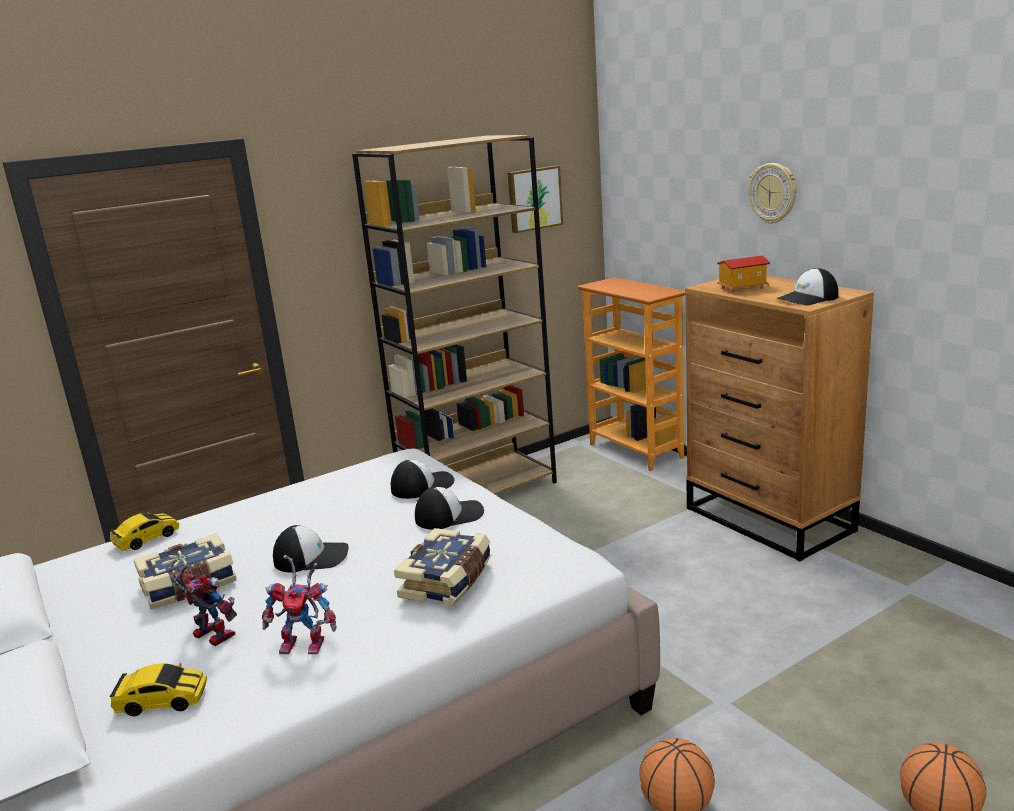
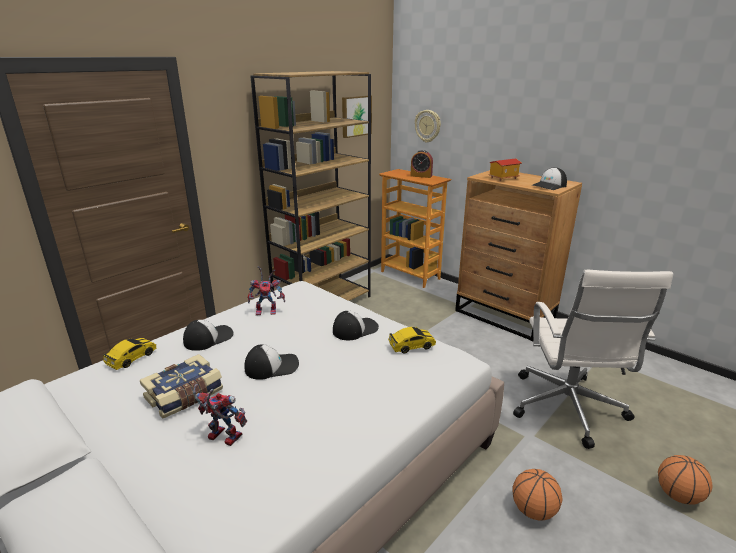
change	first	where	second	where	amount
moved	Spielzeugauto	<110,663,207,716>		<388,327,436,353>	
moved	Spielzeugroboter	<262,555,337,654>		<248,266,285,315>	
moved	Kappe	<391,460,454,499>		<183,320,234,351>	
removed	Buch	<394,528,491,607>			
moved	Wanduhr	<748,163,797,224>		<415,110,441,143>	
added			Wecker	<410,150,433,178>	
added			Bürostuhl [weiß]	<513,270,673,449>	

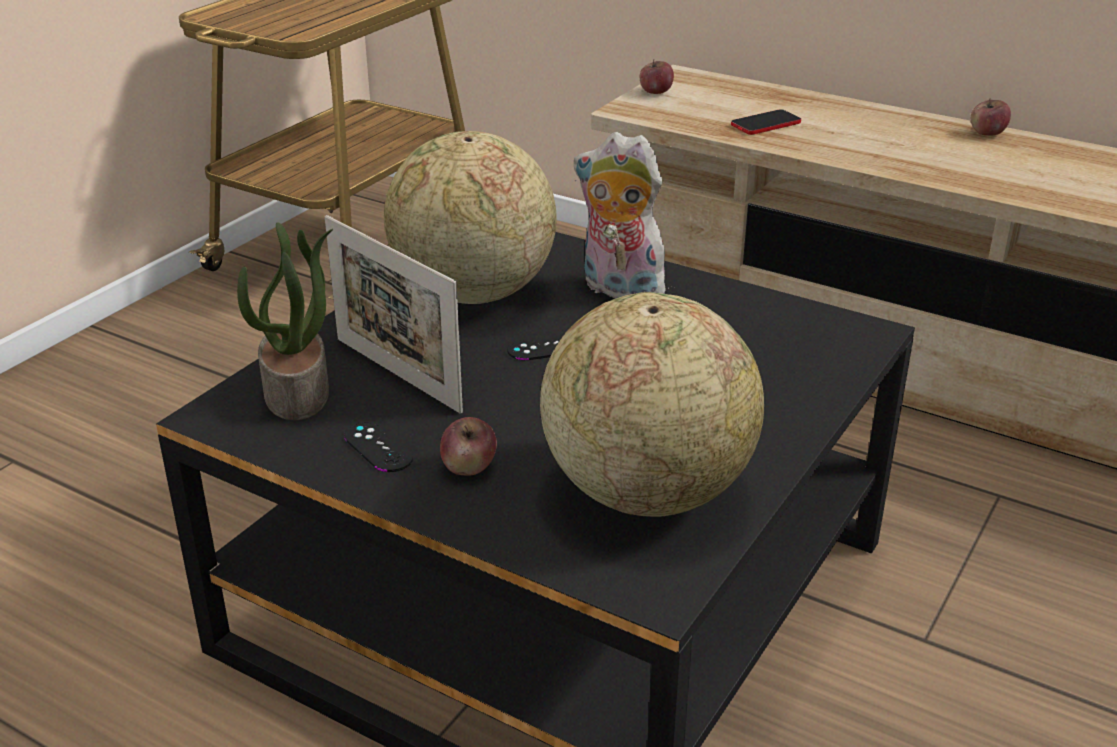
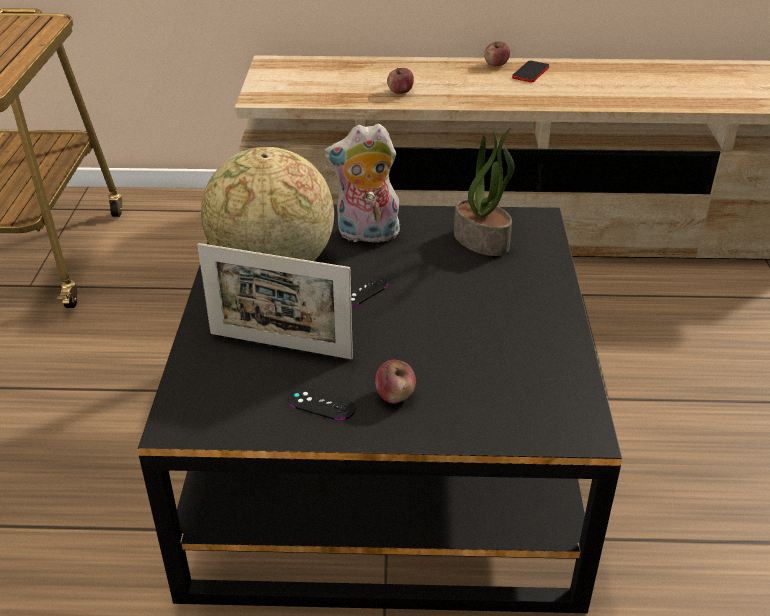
change	first	where	second	where	amount
moved	Topfpflanze	<237,222,333,420>		<454,129,514,256>	
removed	Globus	<540,292,764,517>			
moved	Apfel	<640,59,674,94>		<387,67,414,94>	
moved	Handy	<731,109,801,135>		<512,60,549,83>	

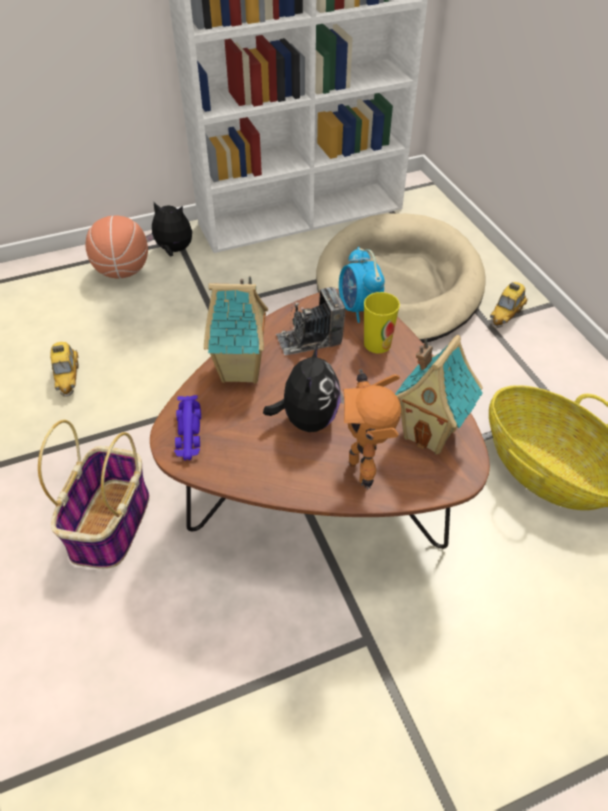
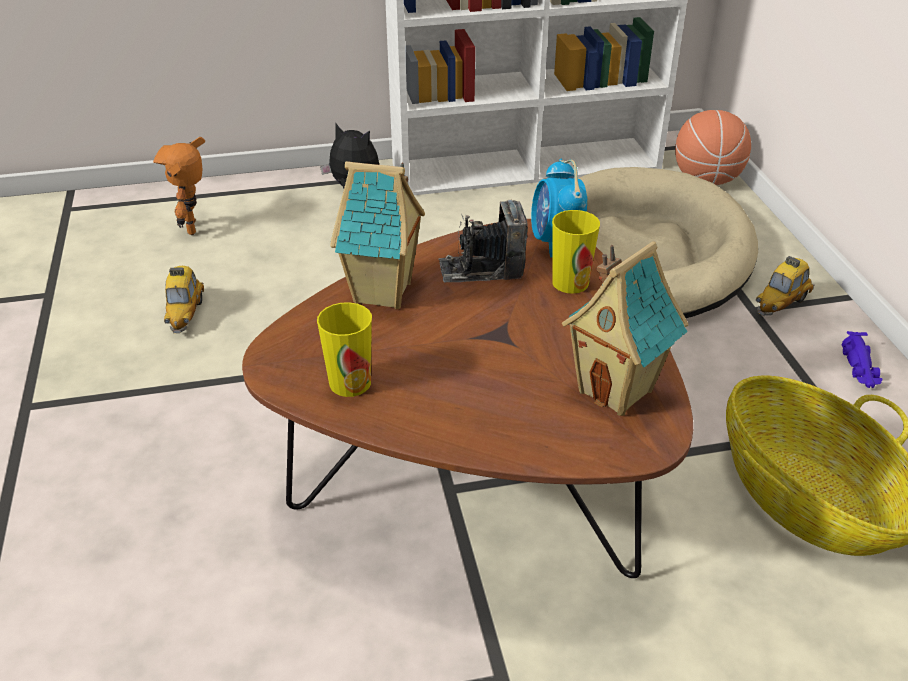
change	first	where	second	where	amount
removed	Korb	<38,420,149,569>			
moved	Basketball	<85,215,148,278>		<675,110,751,185>	
moved	Spielzeugauto [lila]	<174,395,201,461>		<842,331,882,388>	
removed	Plüschtier	<263,342,341,432>			
moved	Spielzeugroboter	<343,369,401,490>		<153,137,205,235>	
added			Tasse	<317,302,372,397>	

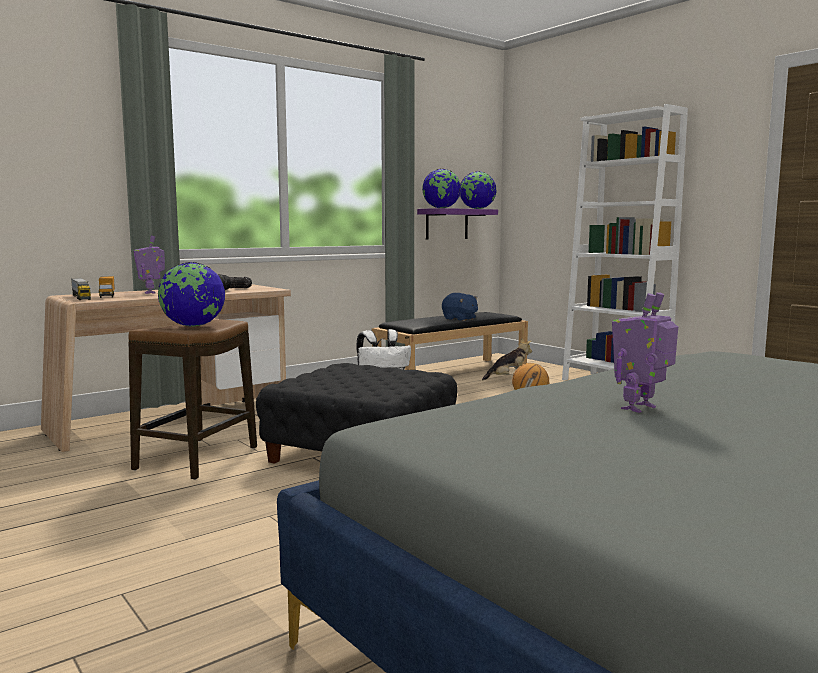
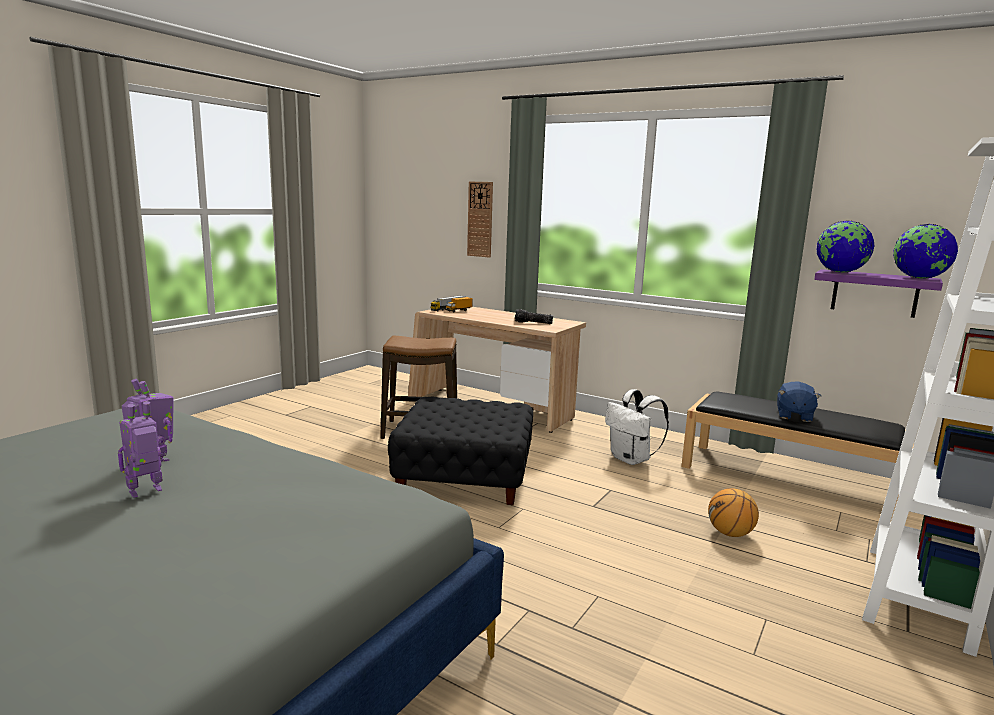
change	first	where	second	where	amount
moved	Spielzeugroboter	<134,236,165,294>		<118,401,162,498>	
removed	Globus	<158,262,226,326>			
removed	Plüschtier	<482,338,532,381>			
added			Wanduhr	<467,182,493,258>	

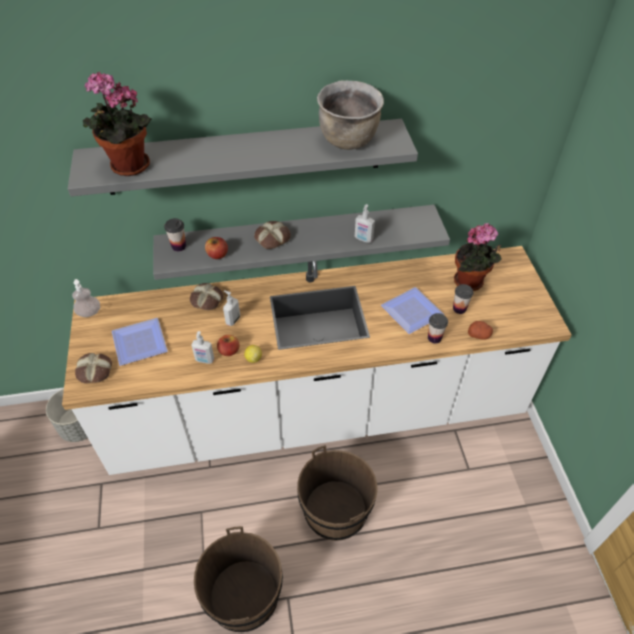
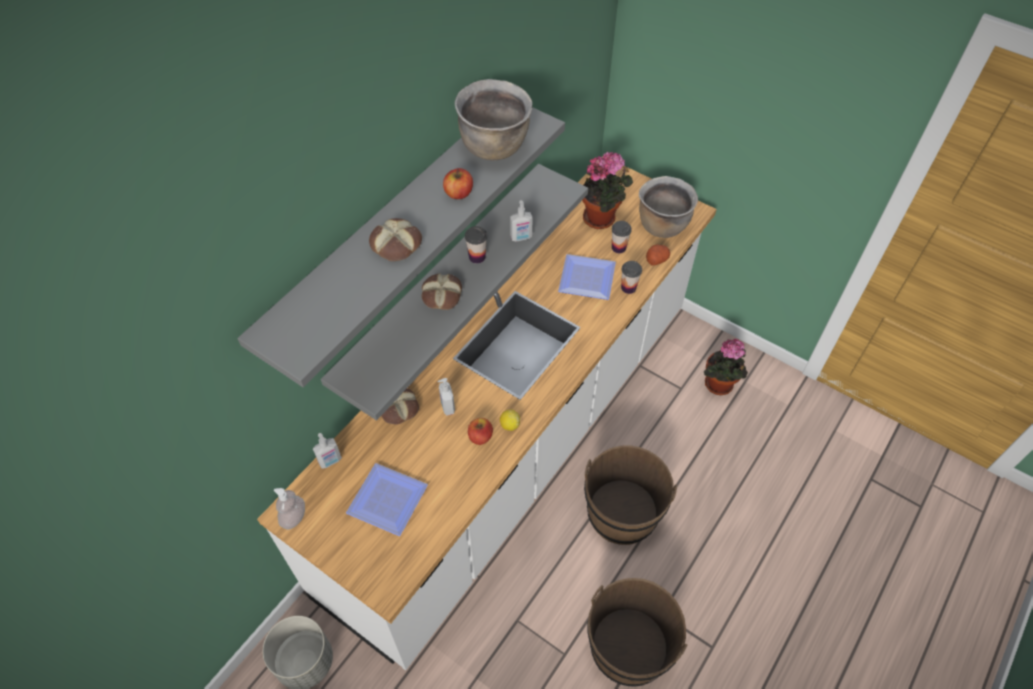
change	first	where	second	where	amount
moved	Brot	<75,353,112,384>		<369,218,422,261>	
moved	Topfpflanze	<83,72,152,176>		<704,339,748,395>	
moved	Tasse	<164,218,186,252>		<465,226,487,264>	
moved	Seifenspender	<191,331,214,364>		<313,433,342,468>	
moved	Apfel	<205,237,228,259>		<443,168,473,199>	
added			Kochtopf [braun]	<639,176,698,238>	

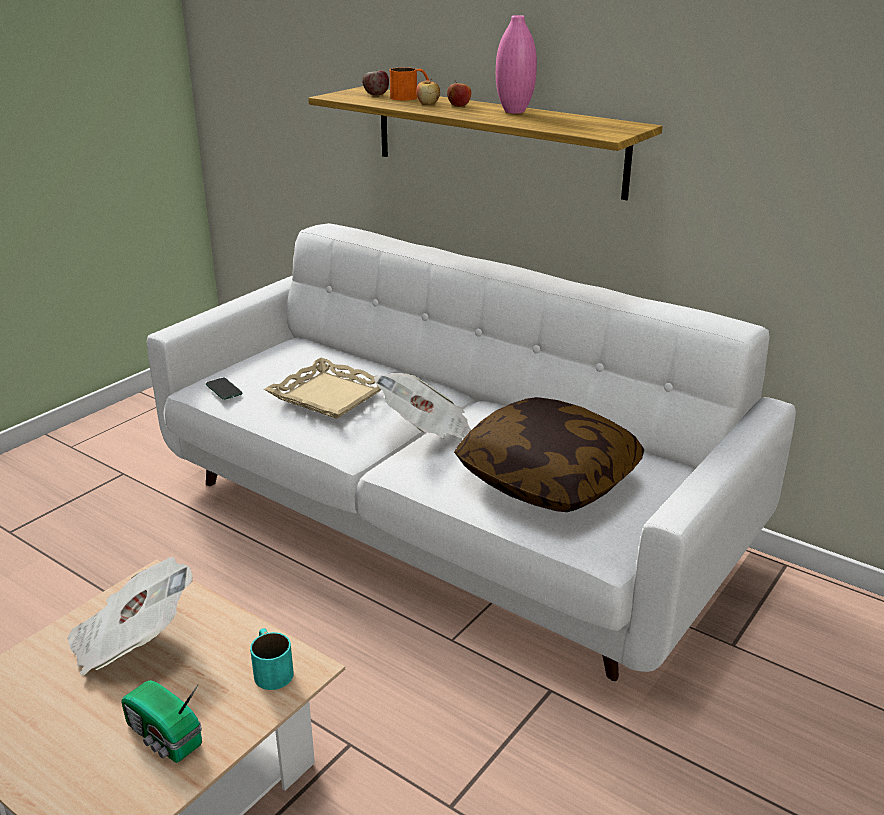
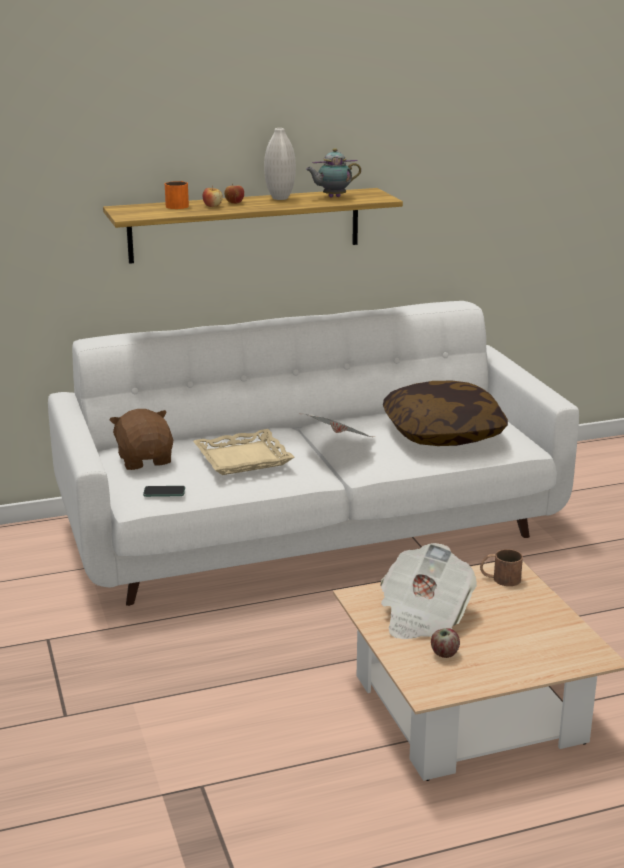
change	first	where	second	where	amount
removed	Radio	<121,680,202,763>			
recoloured	Henkelbecher [türkis]	<250,628,294,690>	Henkelbecher [braun]	<480,549,523,586>	
moved	Apfel	<362,70,389,95>		<431,628,460,658>	
recoloured	Vase [rosa]	<496,15,537,113>	Vase [weiß]	<264,128,296,200>	
added			Plüschtier [braun]	<109,409,173,470>	
added			Teekanne	<306,148,361,198>	

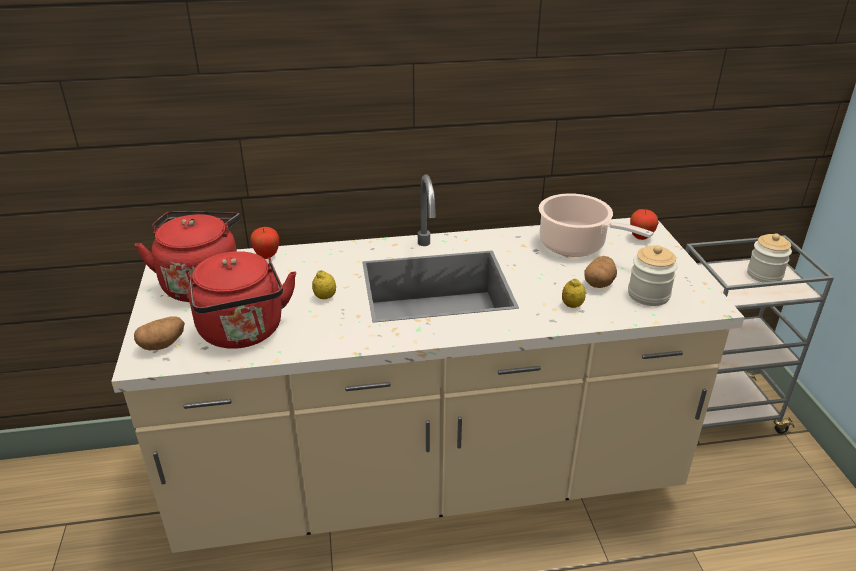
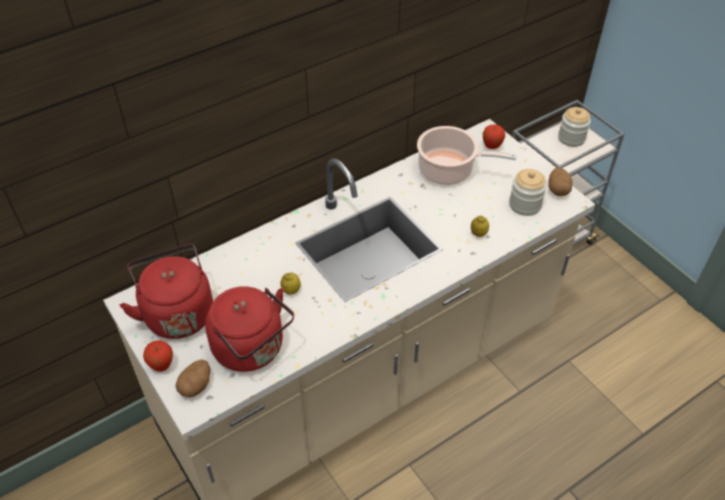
change	first	where	second	where	amount
moved	Apfel	<250,227,279,259>		<143,341,173,372>	
moved	Kartoffel	<584,256,617,288>		<548,168,573,196>	

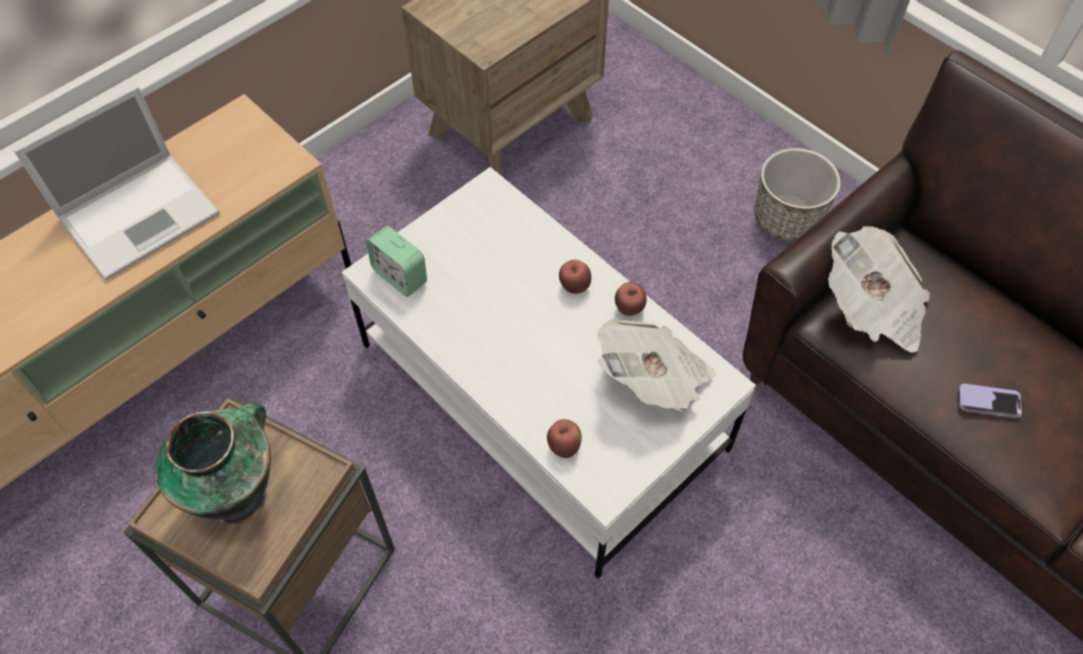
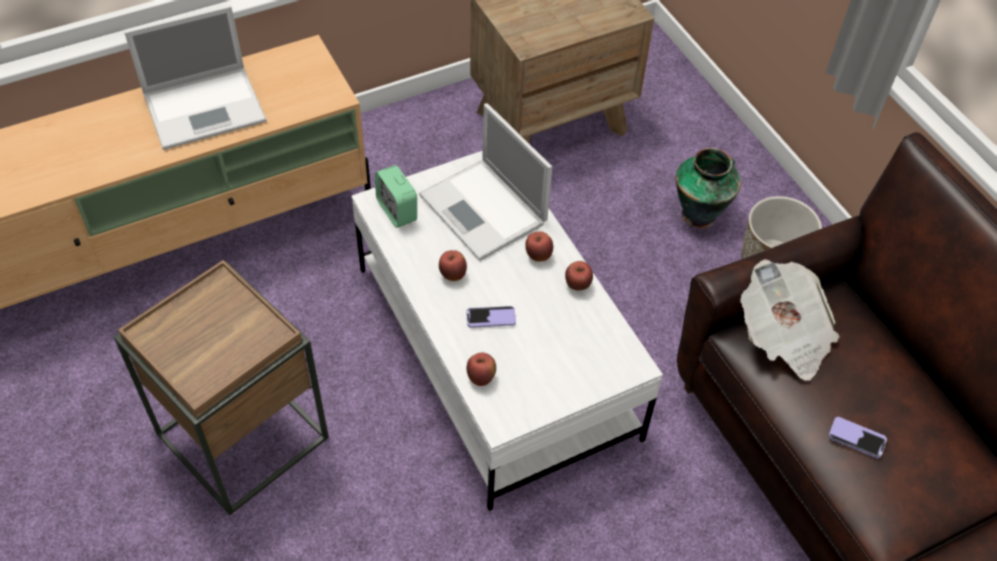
change	first	where	second	where	amount
moved	Vase	<155,401,271,525>		<676,148,741,228>	
removed	Zeitung	<597,319,716,412>			
added			Laptop	<419,103,552,261>	
added			Apfel	<439,250,467,281>	
added			Handy	<466,306,516,328>	

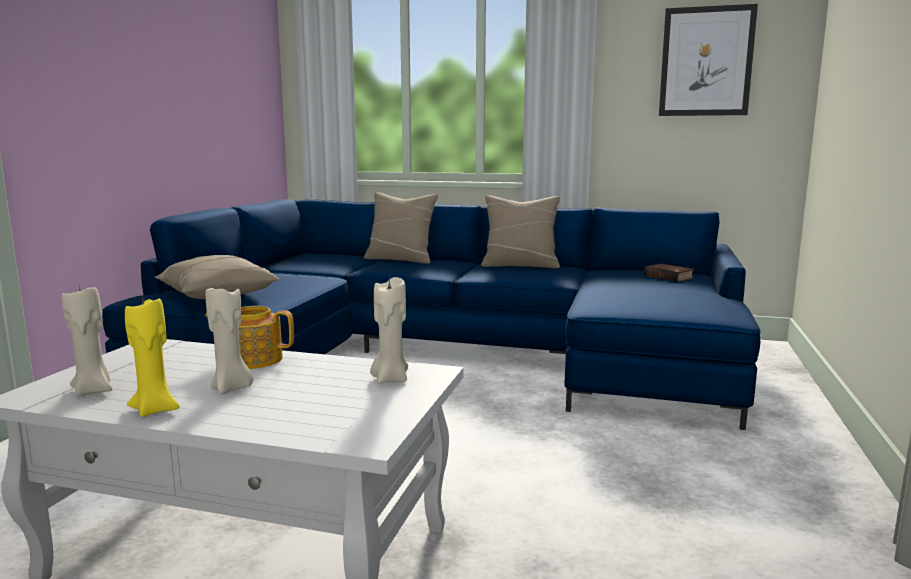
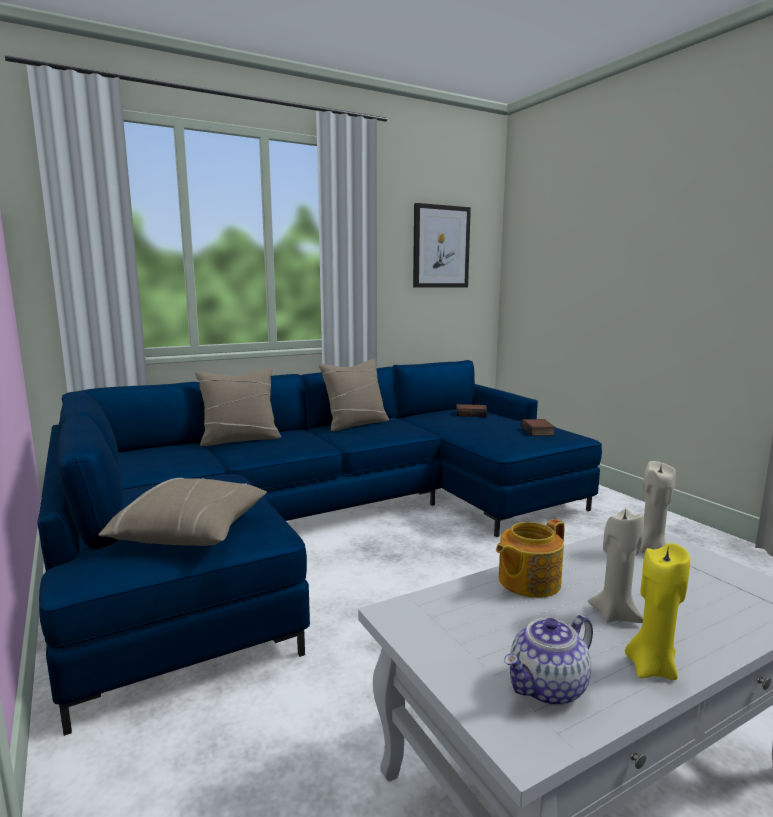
change	first	where	second	where	amount
replaced	Kerze [beige]	<62,286,112,396>	Teekanne	<504,615,593,706>	
added			Buch	<521,419,556,436>	

